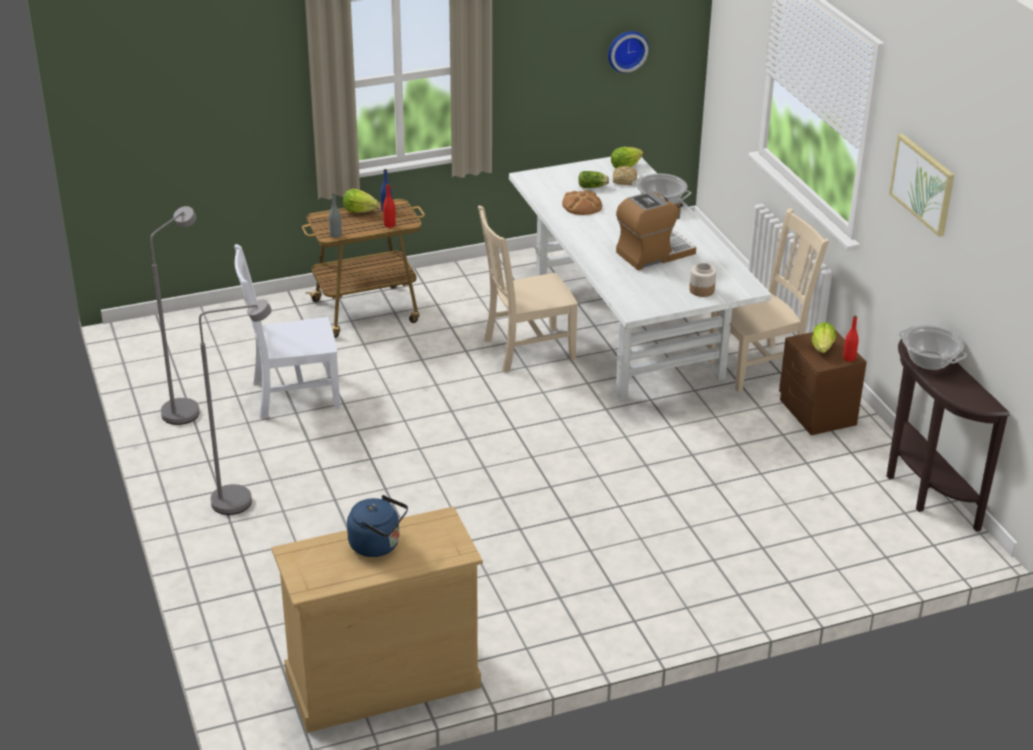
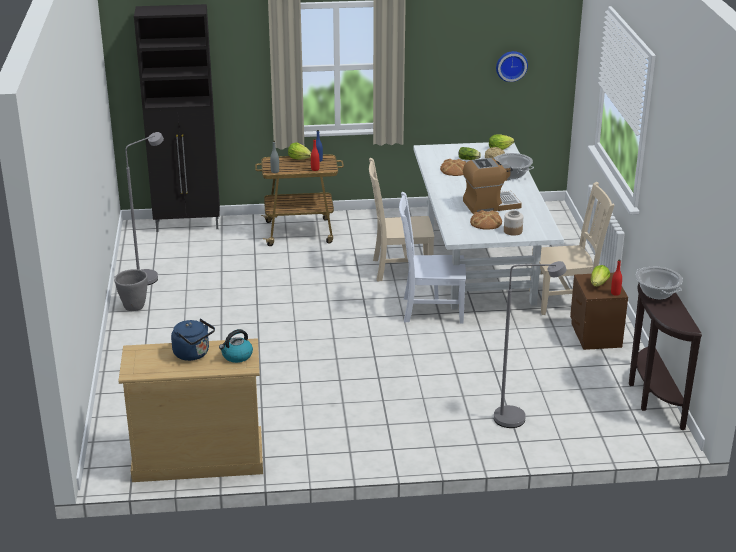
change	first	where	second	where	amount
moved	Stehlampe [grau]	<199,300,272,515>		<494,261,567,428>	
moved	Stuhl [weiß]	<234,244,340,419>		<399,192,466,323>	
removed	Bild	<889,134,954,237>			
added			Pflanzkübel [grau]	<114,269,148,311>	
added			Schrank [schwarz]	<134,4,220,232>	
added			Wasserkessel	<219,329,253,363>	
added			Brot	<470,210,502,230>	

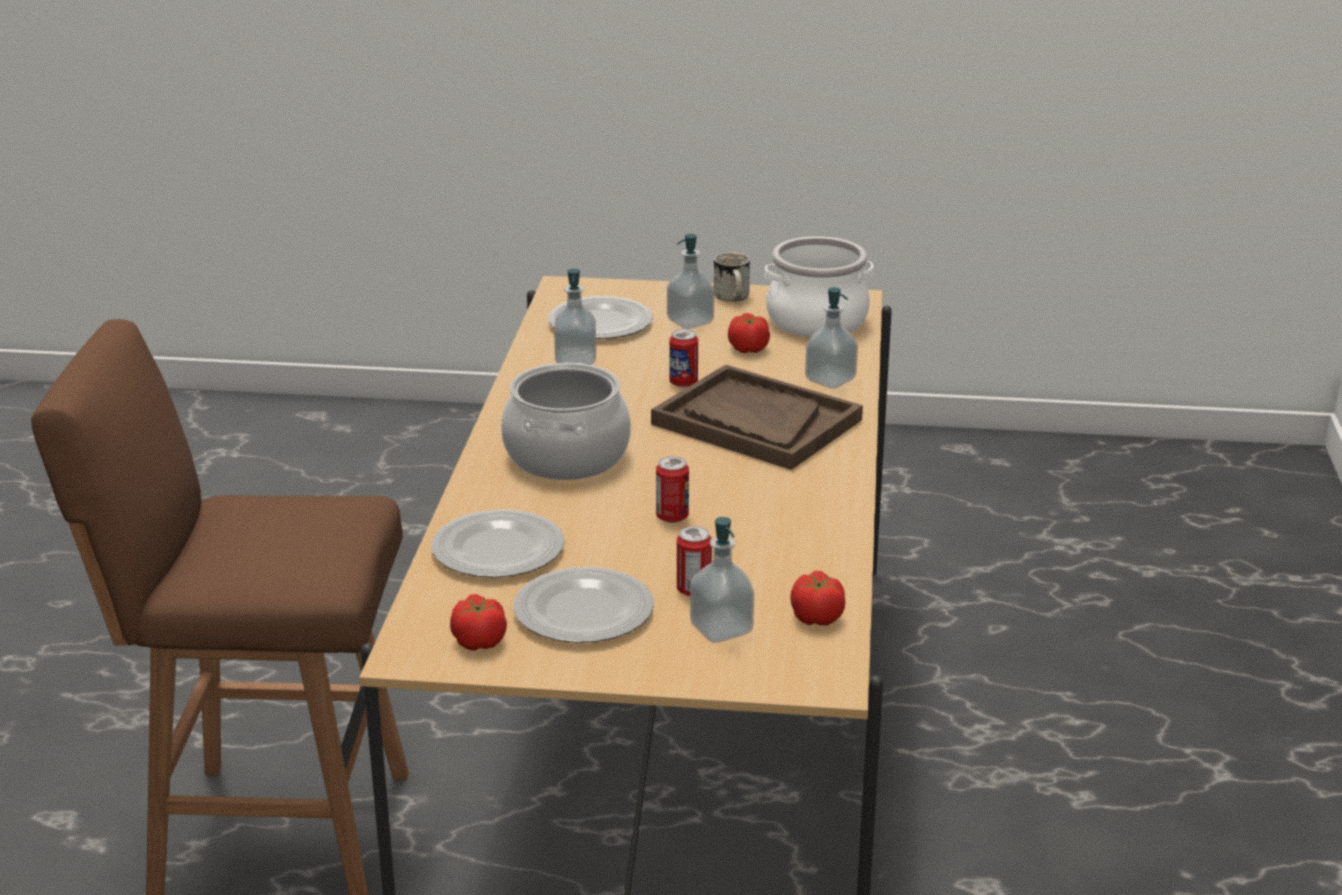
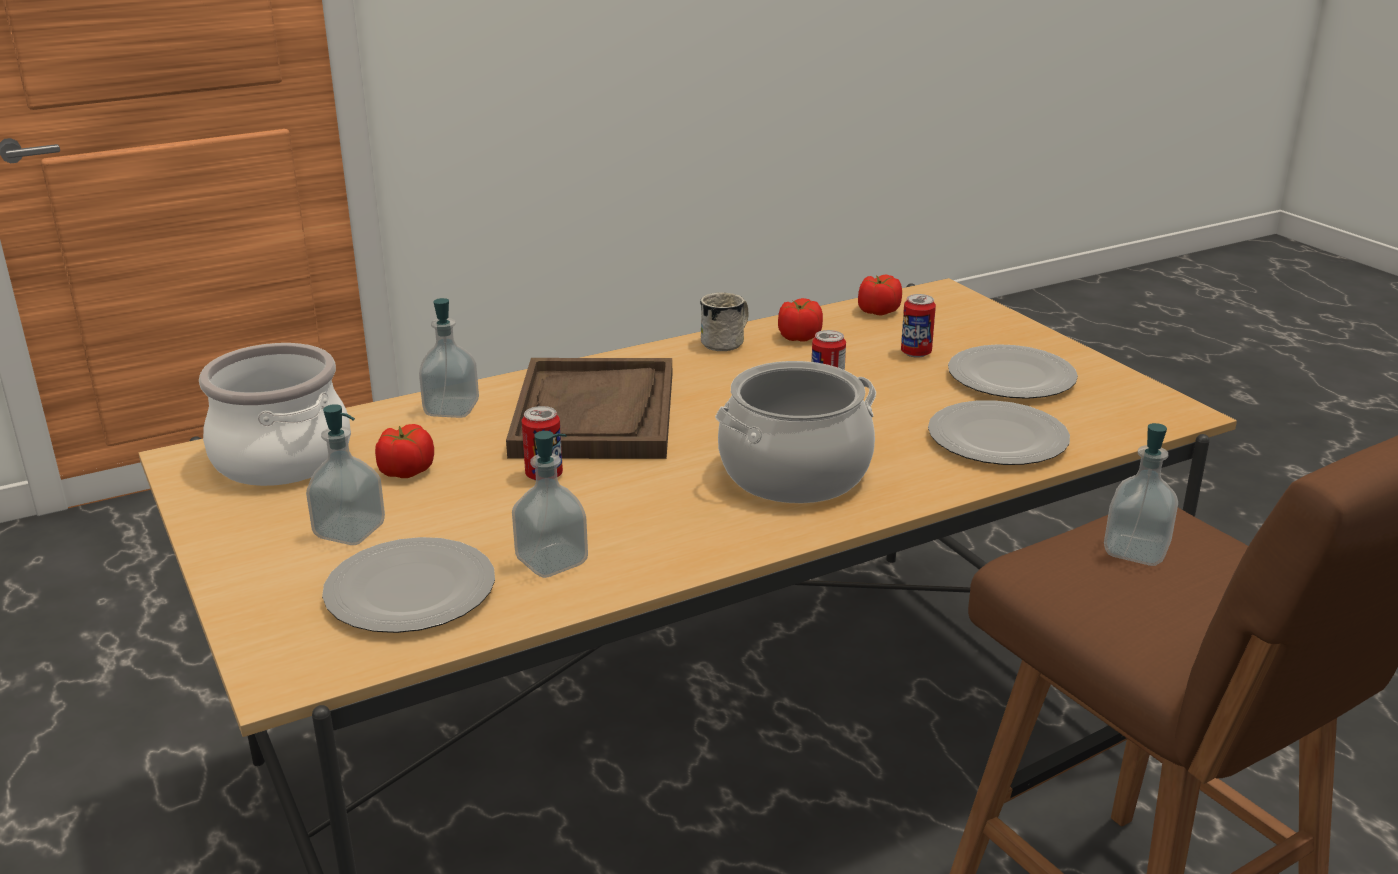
change	first	where	second	where	amount
moved	Tomate	<450,594,507,651>		<778,298,823,341>	
moved	Seifenspender	<690,517,754,643>		<1104,423,1178,566>	
moved	Henkelbecher [weiß]	<713,252,751,302>		<700,292,749,351>	

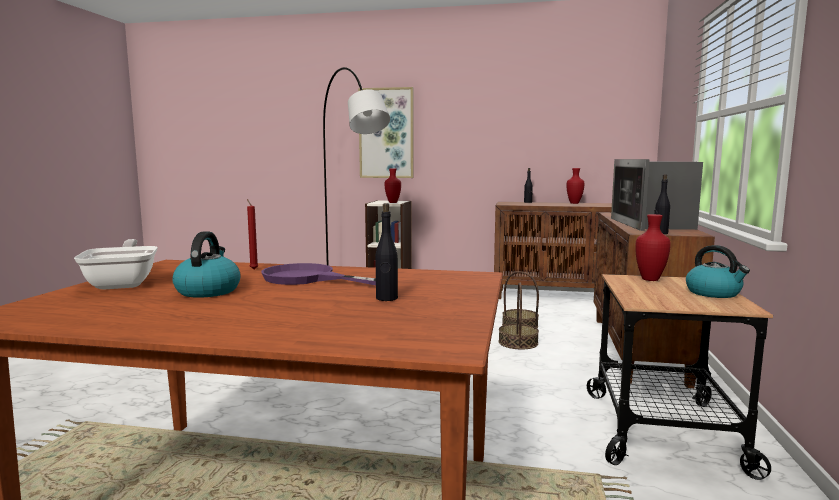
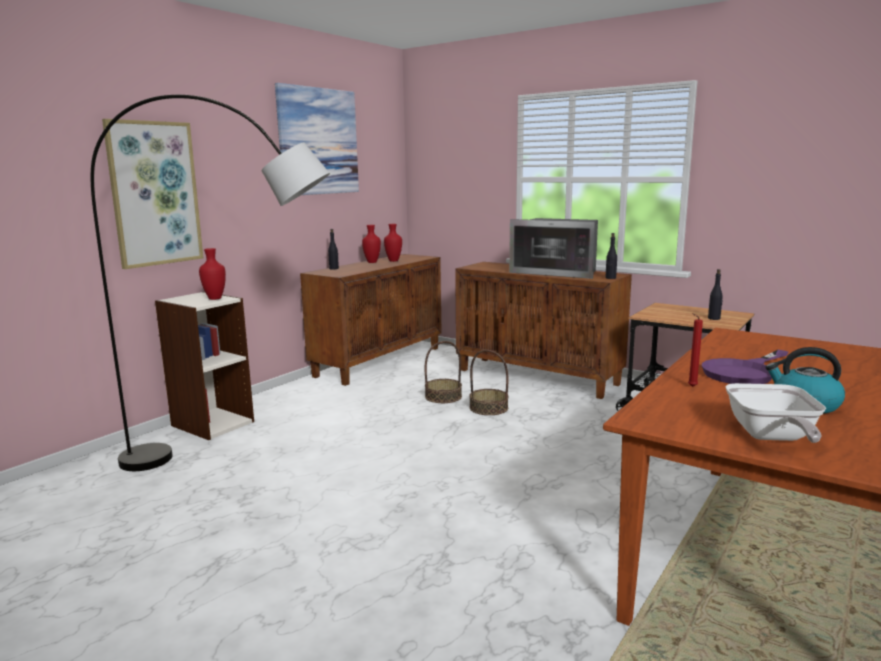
change	first	where	second	where	amount
turned	Pfanne	<74,239,158,290>		<725,383,826,443>	90 degrees counterclockwise
moved	Flasche [schwarz]	<375,203,398,301>		<708,269,723,320>	
moved	Vase [rot]	<635,214,671,281>		<384,224,402,262>	
removed	Wasserkessel	<686,245,750,298>			
added			Bild	<275,83,359,195>	

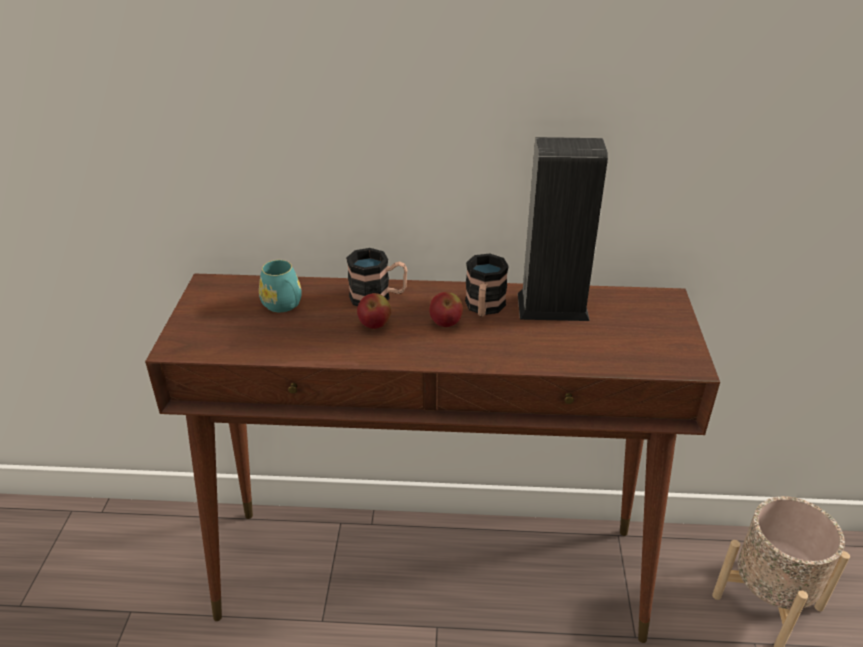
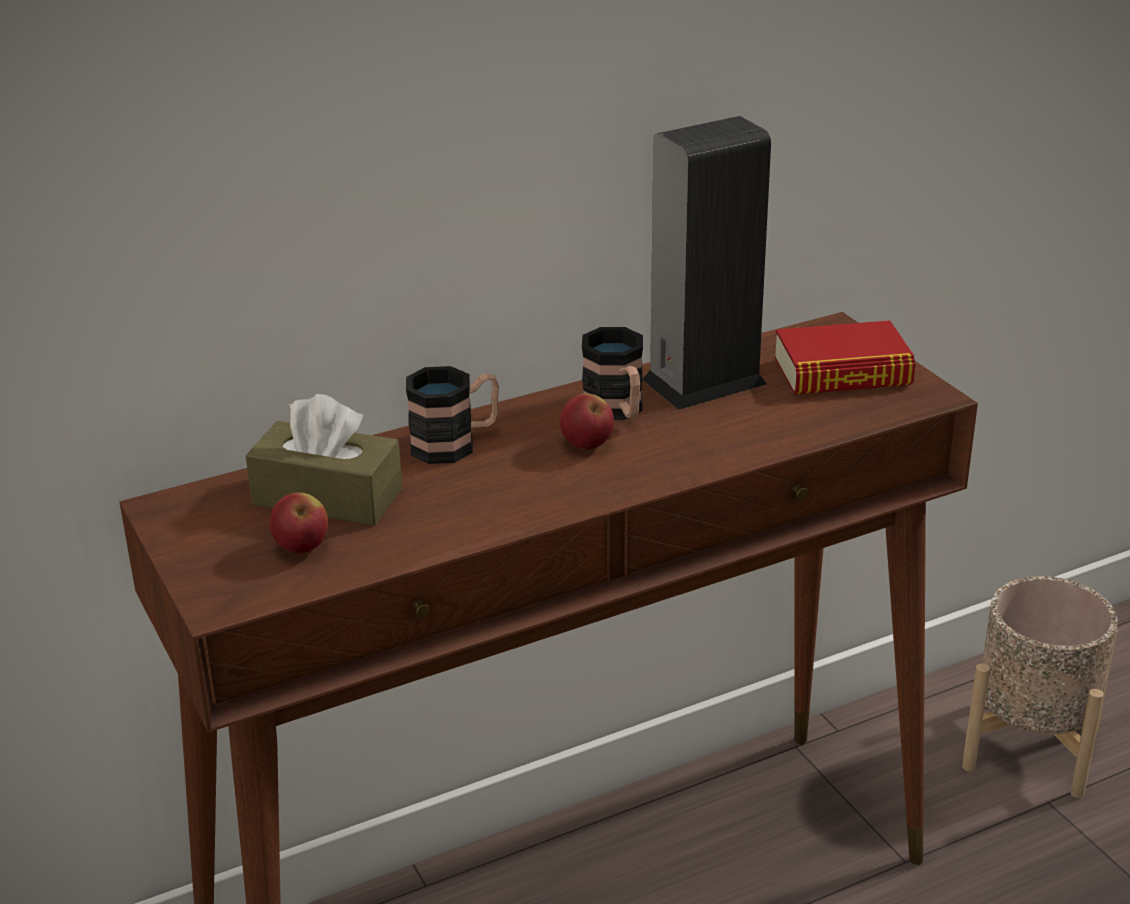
change	first	where	second	where	amount
replaced	Henkelbecher [türkis]	<259,260,301,312>	Taschentuchbox [braun]	<245,394,402,526>	
moved	Apfel	<357,293,391,329>		<270,492,328,553>	
added			Buch	<775,320,915,395>	

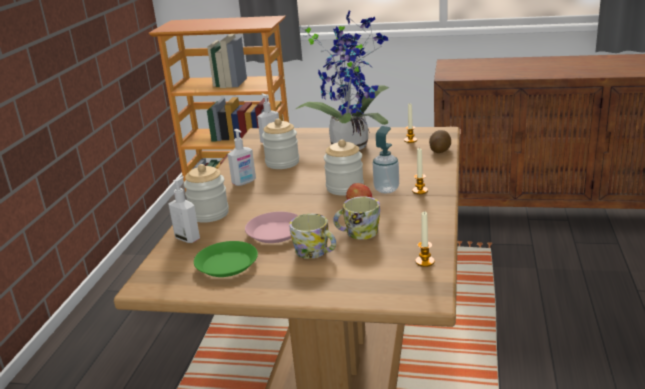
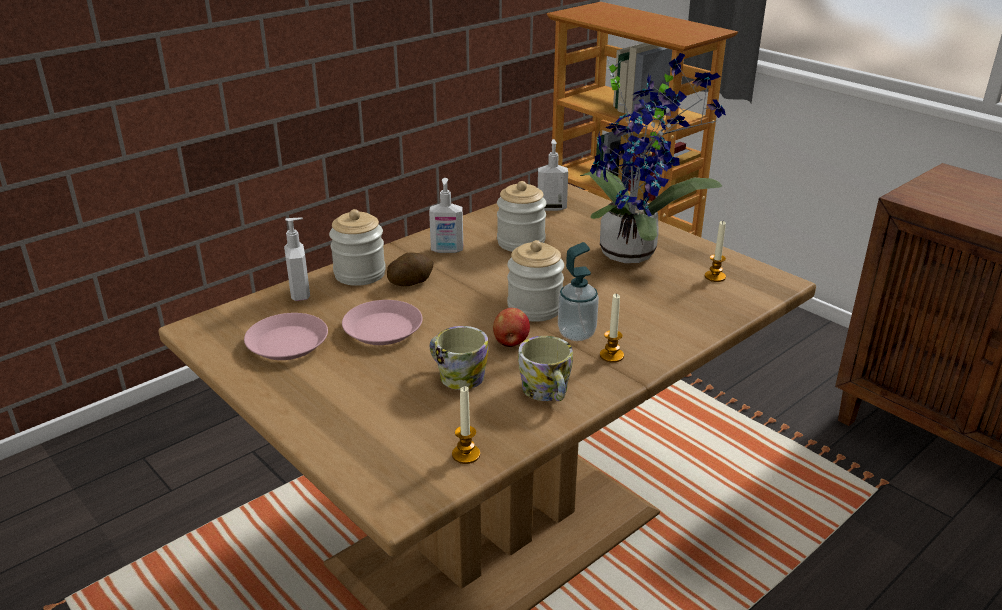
change	first	where	second	where	amount
recoloured	Teller [grün]	<194,241,258,277>	Teller [rosa]	<244,313,328,360>	
moved	Henkelbecher	<289,214,336,259>		<518,336,573,401>	
moved	Kartoffel	<429,130,451,153>		<387,253,434,286>	

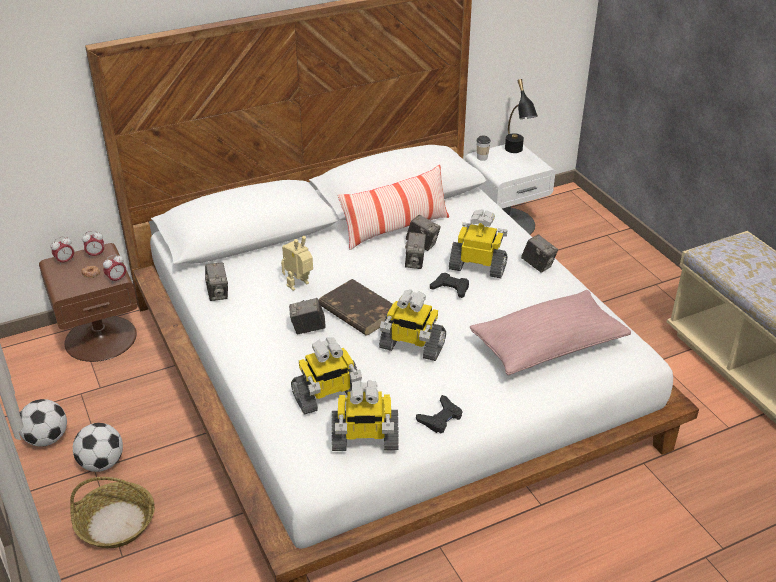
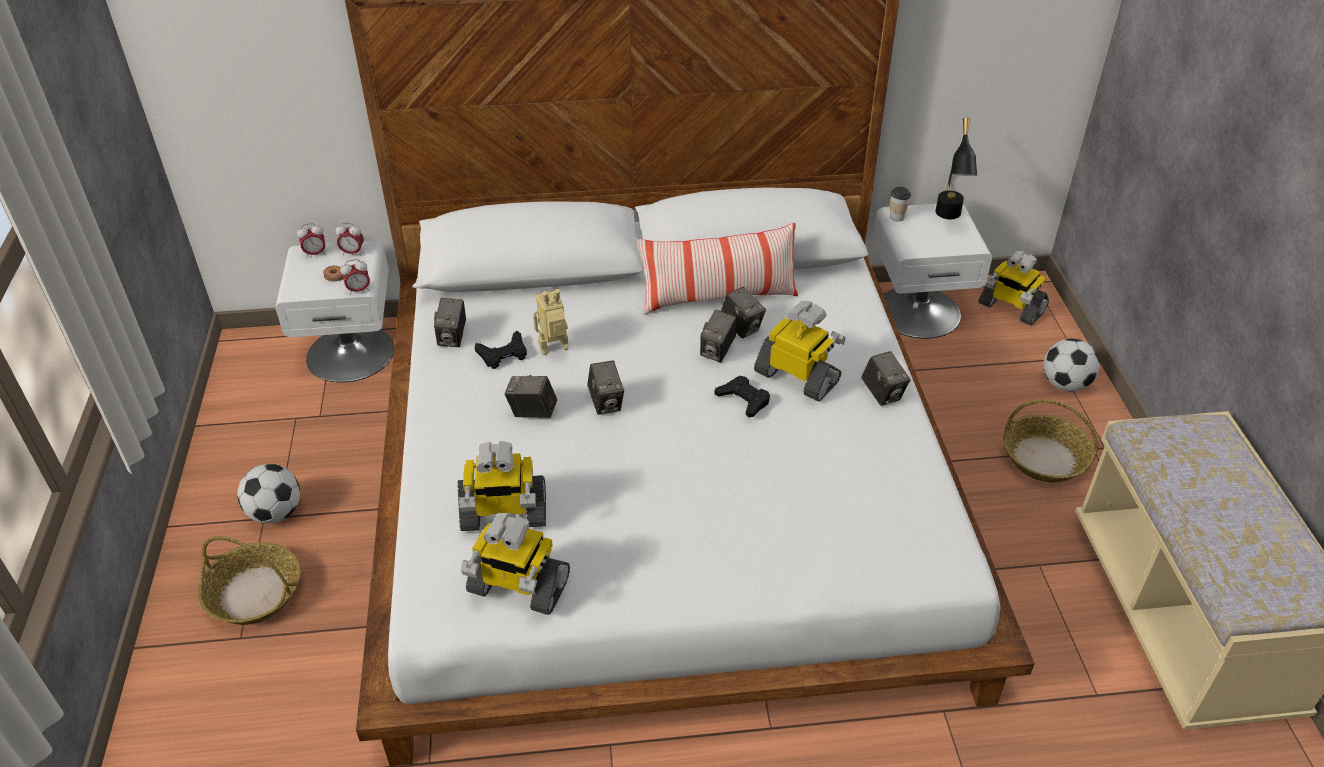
change	first	where	second	where	amount
moved	Fußball	<19,399,67,447>		<1043,339,1100,392>	
recoloured	Nachttisch [braun]	<39,243,138,362>	Nachttisch [weiß]	<275,241,394,383>	
replaced	Buch [braun]	<319,279,393,336>	Kamera	<587,361,624,415>	
moved	Spielzeugroboter	<379,290,446,361>		<978,251,1049,326>	
moved	Gamepad [schwarz]	<416,395,462,434>		<475,331,527,369>	
removed	Kissen [rosa]	<470,290,631,375>			
added			Korb	<1003,399,1098,482>	

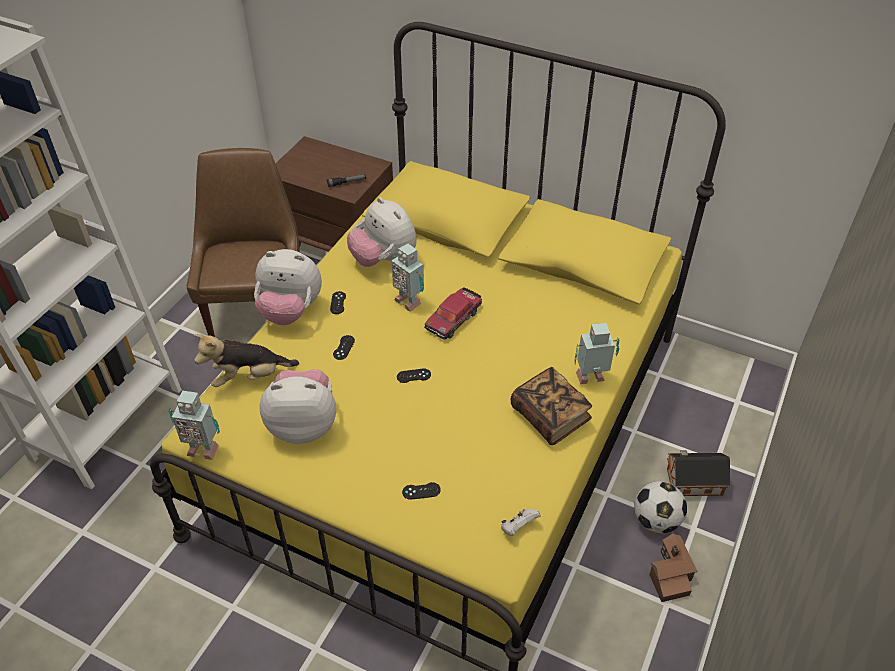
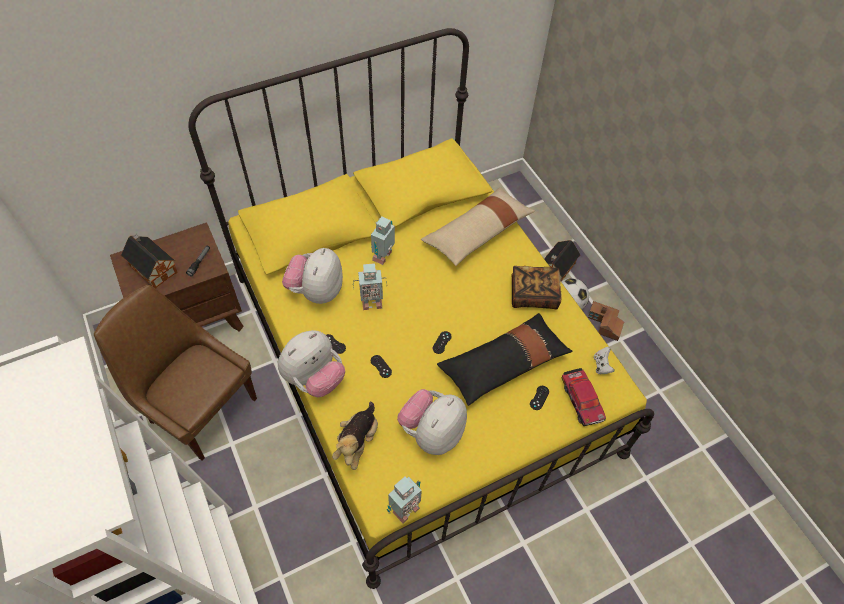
change	first	where	second	where	amount
turned	Plüschtier	<347,197,417,267>		<282,248,343,304>	105 degrees clockwise
moved	Spielzeugauto	<424,287,482,340>		<561,368,606,426>	
moved	Spielzeugroboter	<574,323,619,384>		<371,216,395,265>	
added			Spielzeughaus	<121,234,178,289>	
added			Kissen [beige]	<421,187,535,266>	
added			Kissen [schwarz]	<437,313,573,406>	

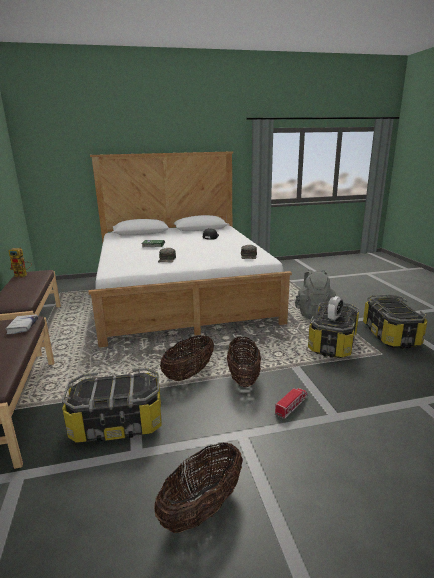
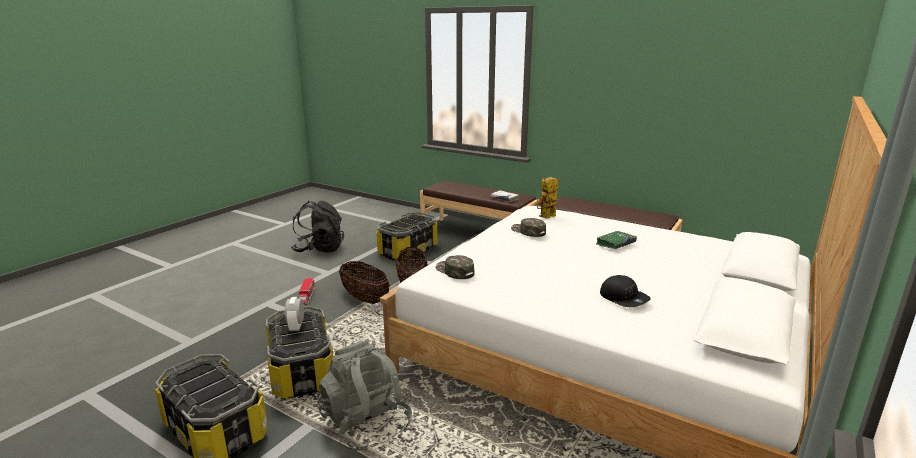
change	first	where	second	where	amount
moved	Spielzeugroboter	<9,247,32,277>		<535,177,559,219>	
replaced	Korb	<154,443,243,533>	Rucksack [schwarz]	<291,201,344,253>	

